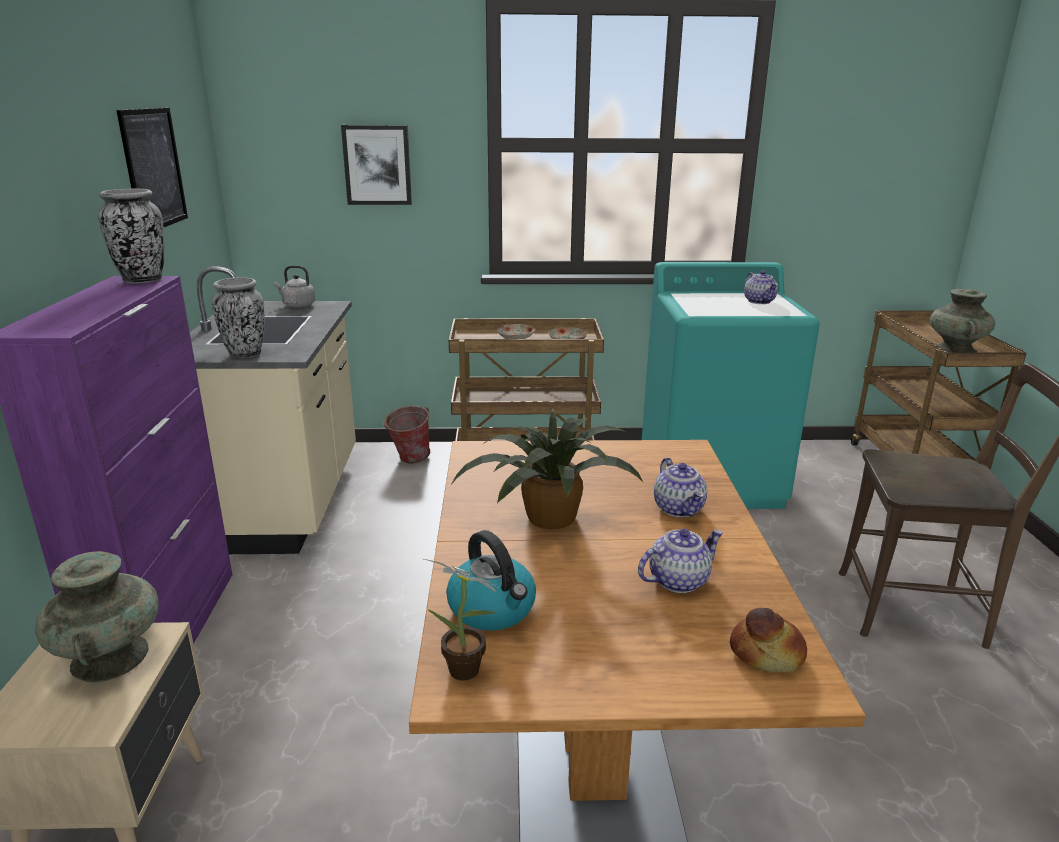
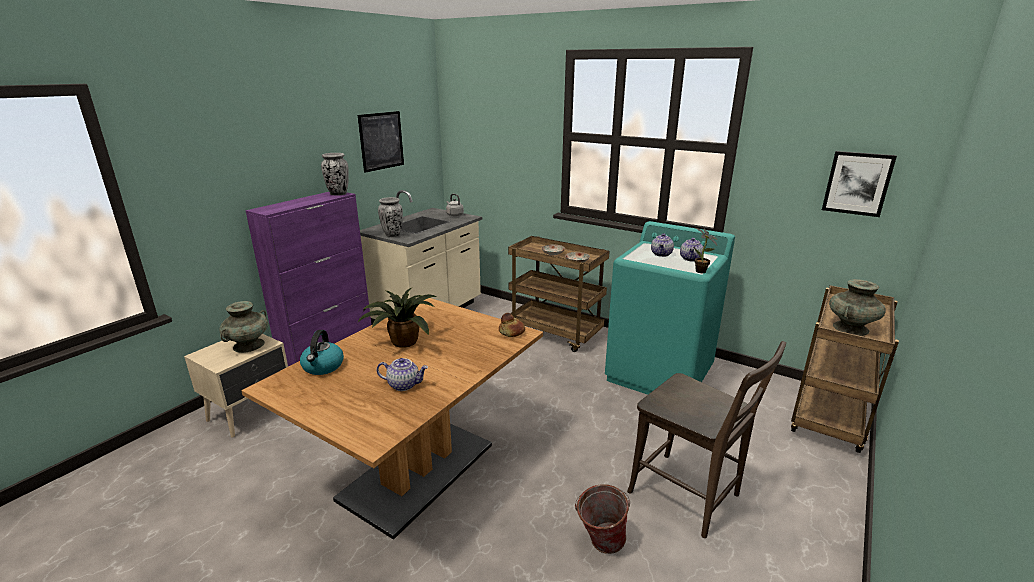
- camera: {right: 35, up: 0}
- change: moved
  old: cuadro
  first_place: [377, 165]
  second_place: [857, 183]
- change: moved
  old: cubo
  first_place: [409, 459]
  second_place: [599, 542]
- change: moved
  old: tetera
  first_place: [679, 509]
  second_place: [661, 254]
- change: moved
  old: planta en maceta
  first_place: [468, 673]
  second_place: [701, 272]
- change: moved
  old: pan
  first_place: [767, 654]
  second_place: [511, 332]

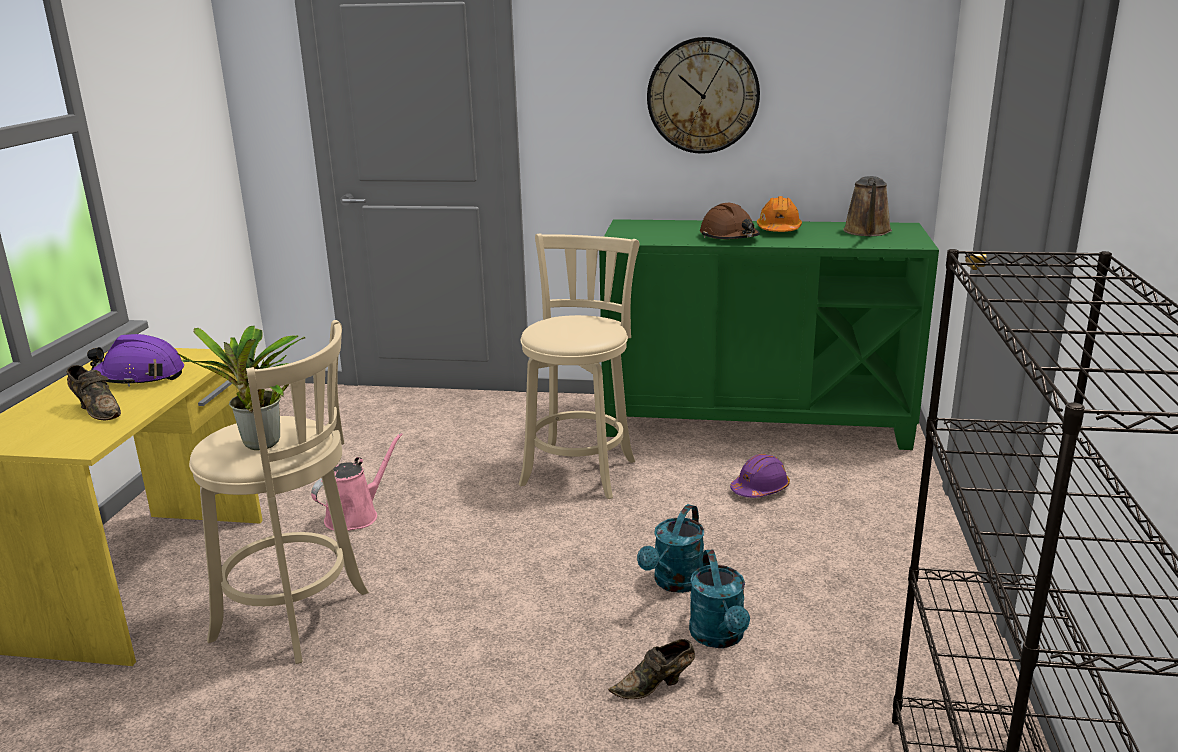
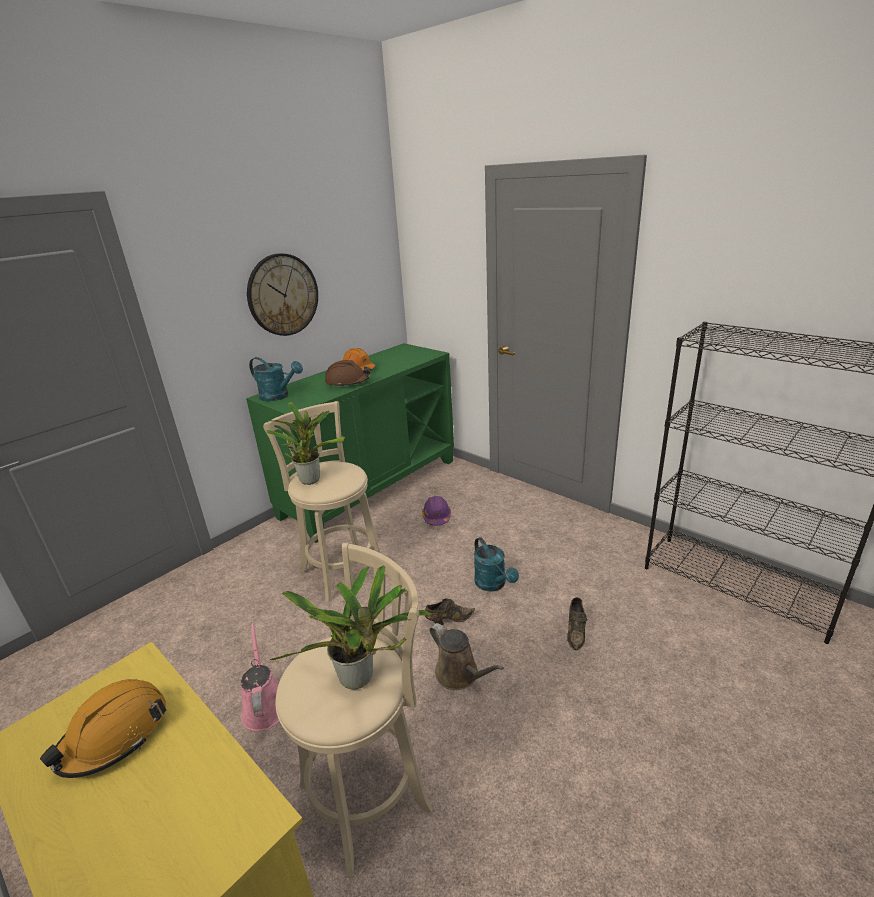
- camera: {right: -55, up: 5}
- change: moved
  old: regadera [marrón]
  first_place: [867, 232]
  second_place: [460, 675]
- change: recoloured
  old: casco [morado]
  new: casco [naranja]
  first_place: [140, 376]
  second_place: [114, 735]
- change: moved
  old: zapato [marrón]
  first_place: [97, 410]
  second_place: [448, 620]
- change: moved
  old: regadera [turquesa]
  first_place: [719, 637]
  second_place: [278, 396]
- change: added
  new: planta en maceta
  second_place: [310, 479]

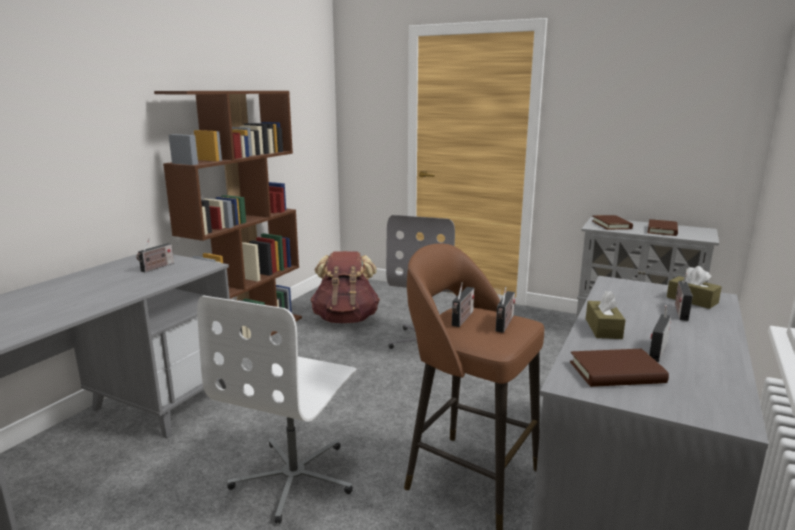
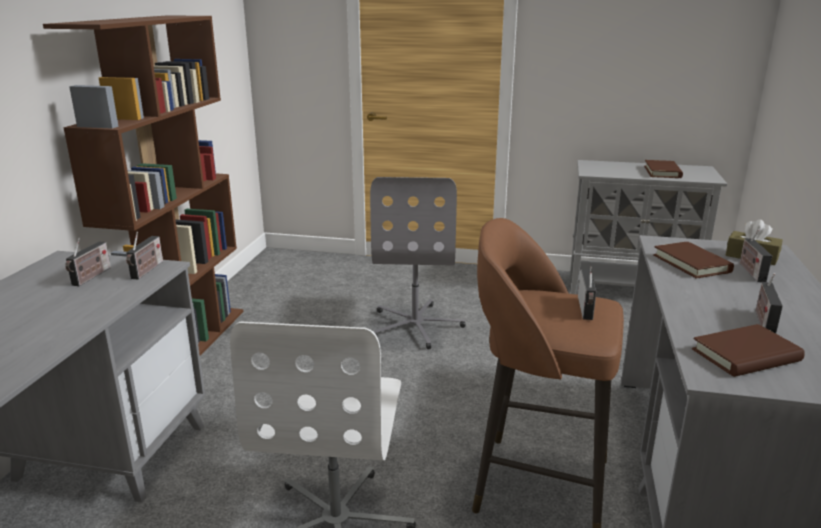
- camera: {right: -15, up: 5}
- change: moved
  old: libro [marrón]
  first_place: [611, 225]
  second_place: [691, 263]
- change: removed
  old: mochila [marrón]
  first_place: [346, 319]
- change: moved
  old: radio
  first_place: [462, 319]
  second_place: [146, 271]
- change: removed
  old: caja de pañuelos [marrón]
  first_place: [603, 328]

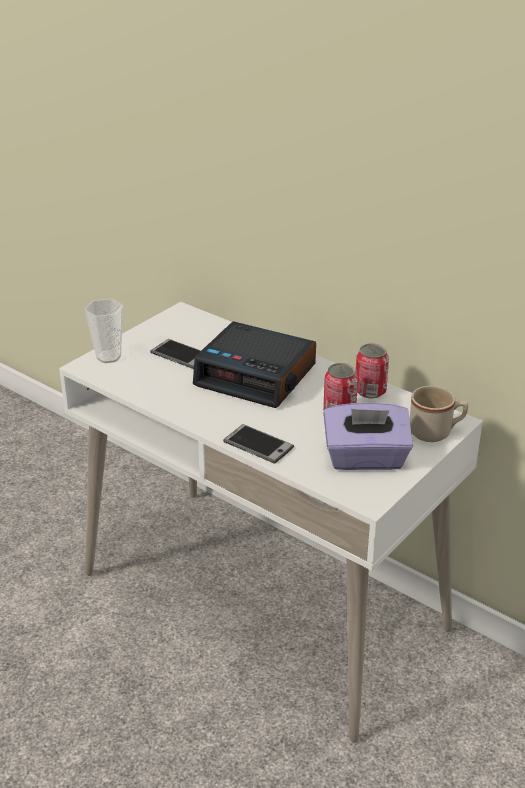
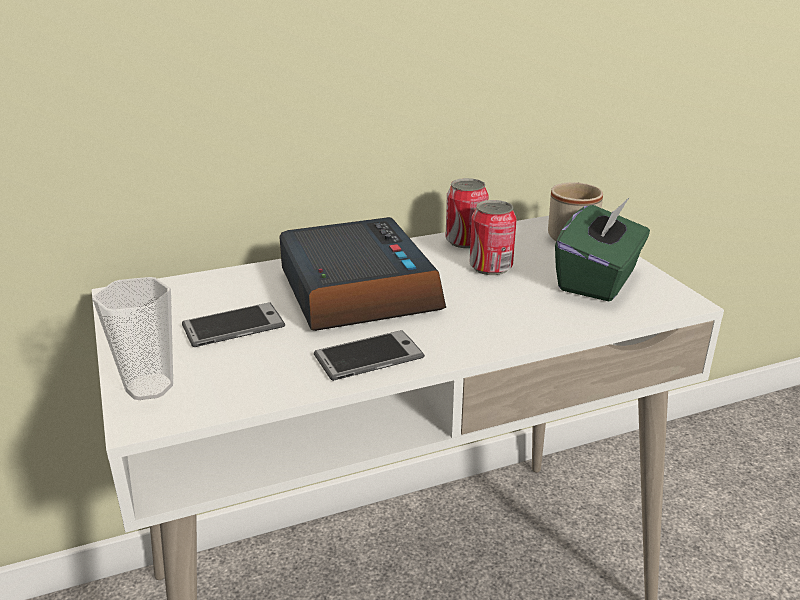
- camera: {right: -60, up: -5}
- change: turned
  old: despertador
  first_place: [257, 375]
  second_place: [356, 290]
  degrees: -75
- change: recoloured
  old: caja de pañuelos [morado]
  new: caja de pañuelos [verde]
  first_place: [365, 459]
  second_place: [599, 280]
- change: moved
  old: móvil
  first_place: [258, 445]
  second_place: [368, 357]

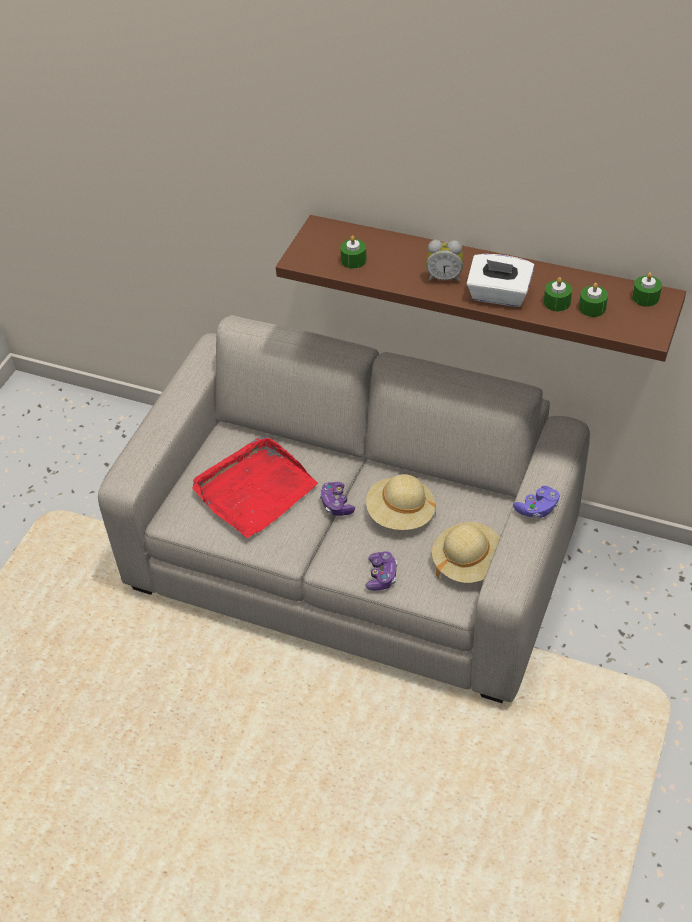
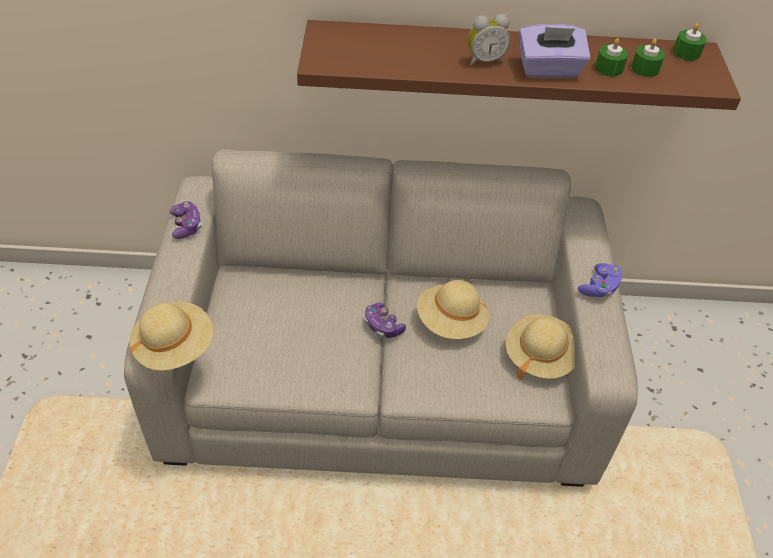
- camera: {right: -25, up: 0}
- change: removed
  old: vela [verde]
  first_place: [353, 260]
- change: recoloured
  old: caja de pañuelos [blanco]
  new: caja de pañuelos [morado]
  first_place: [498, 295]
  second_place: [549, 70]
- change: removed
  old: bandeja [rojo]
  first_place: [254, 490]
- change: moved
  old: mando de consola
  first_place: [381, 576]
  second_place: [186, 225]
- change: added
  new: sombrero [beis]
  second_place: [174, 347]

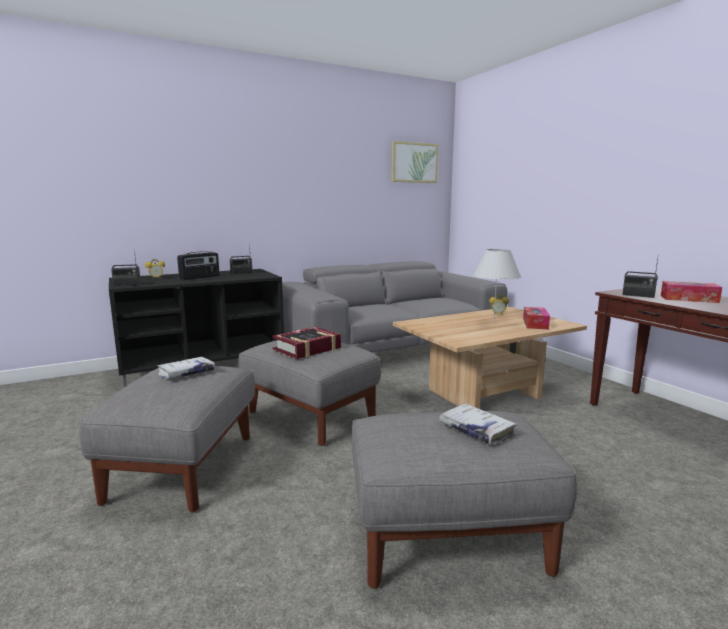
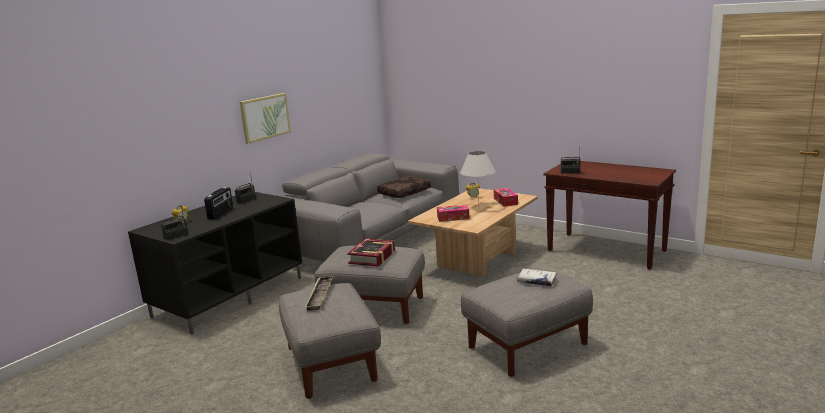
- camera: {right: -25, up: 5}
- change: moved
  old: cuadro
  first_place: [414, 162]
  second_place: [265, 117]
- change: moved
  old: caja de pañuelos
  first_place: [689, 299]
  second_place: [453, 218]
- change: replaced
  old: libro [blanco]
  new: bandeja
  first_place: [186, 373]
  second_place: [320, 296]
- change: added
  new: cojín [marrón]
  second_place: [404, 192]

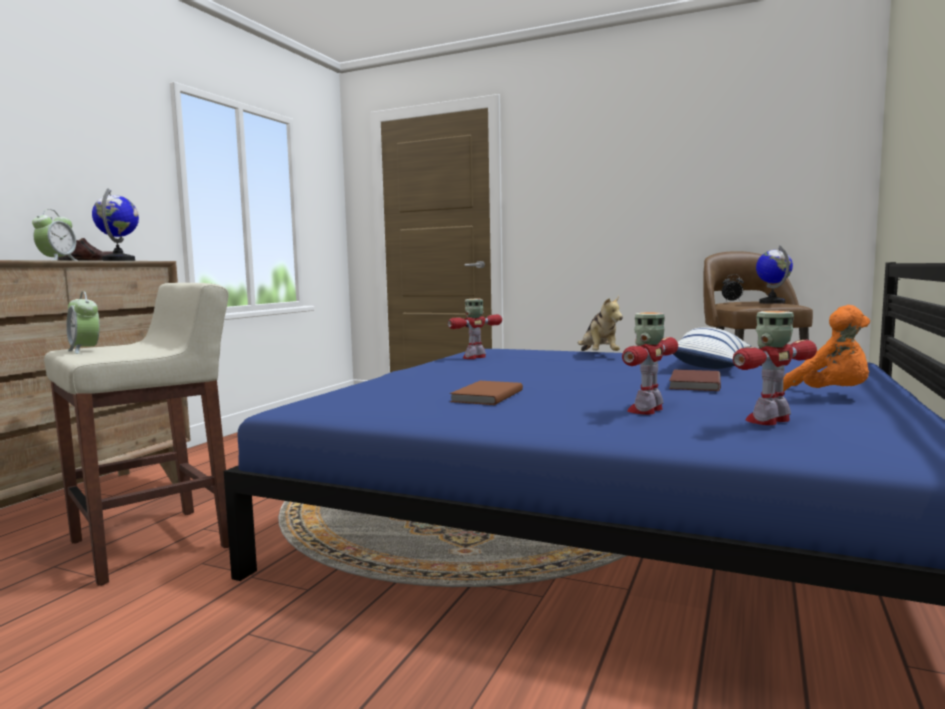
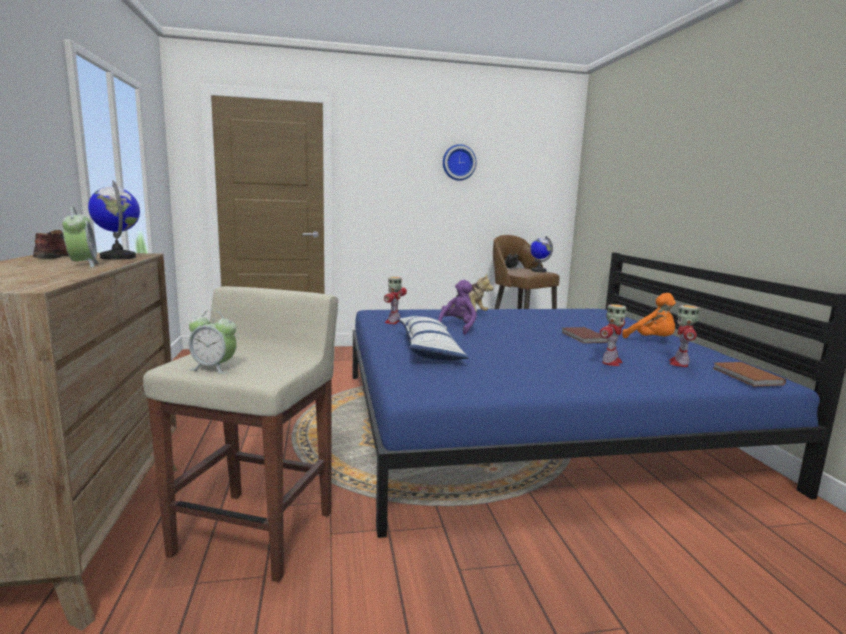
- camera: {right: -35, up: 5}
- change: turned
  old: peluche [naranja]
  first_place: [825, 397]
  second_place: [652, 340]
  degrees: 45
- change: turned
  old: robot de juguete
  first_place: [647, 410]
  second_place: [610, 362]
  degrees: -150
- change: moved
  old: cojín
  first_place: [710, 364]
  second_place: [429, 350]
- change: moved
  old: libro [marrón]
  first_place: [485, 396]
  second_place: [746, 376]
- change: added
  new: reloj de pared
  second_place: [458, 162]
- change: added
  new: peluche [morado]
  second_place: [458, 328]

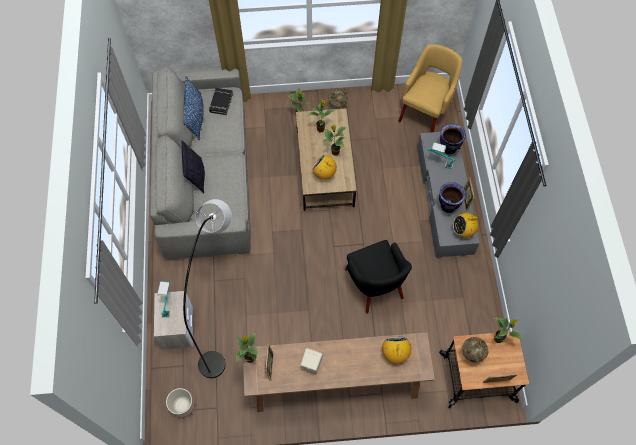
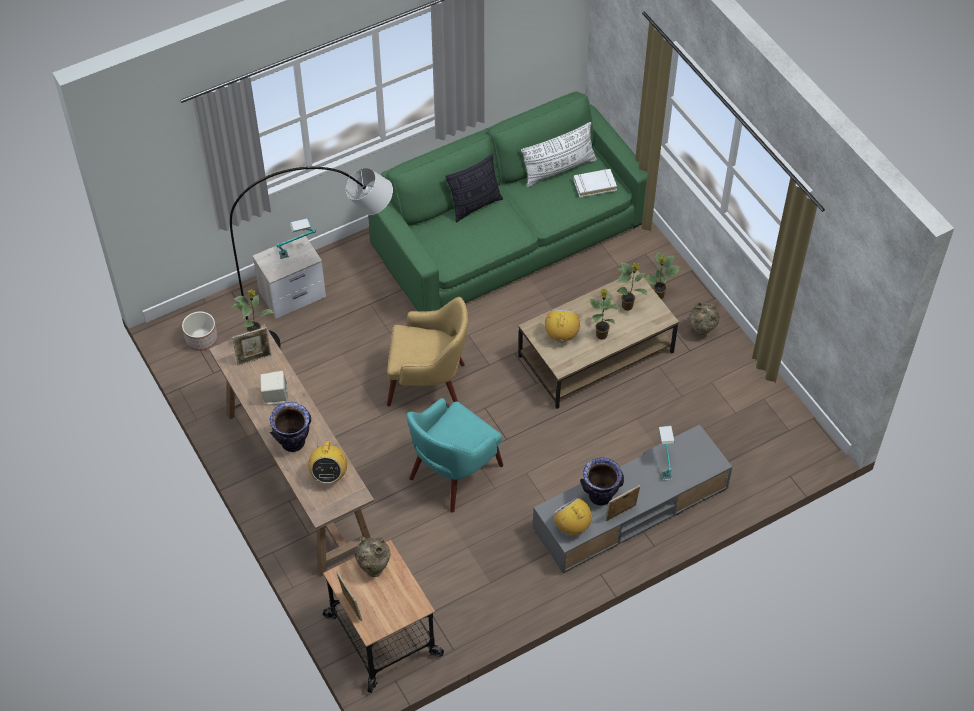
- camera: {right: 65, up: -10}
- change: moved
  old: sillón [amarillo]
  first_place: [426, 111]
  second_place: [429, 384]
- change: recoloured
  old: sofá [gris]
  new: sofá [verde]
  first_place: [206, 175]
  second_place: [508, 236]
- change: recoloured
  old: cojín [azul]
  new: cojín [blanco]
  first_place: [195, 116]
  second_place: [559, 169]
- change: recoloured
  old: libro [negro]
  new: libro [blanco]
  first_place: [221, 102]
  second_place: [594, 185]
- change: moved
  old: florero
  first_place: [449, 148]
  second_place: [293, 443]
- change: recoloured
  old: sillón [negro]
  new: sillón [turquesa]
  first_place: [374, 285]
  second_place: [453, 473]
- change: removed
  old: planta en maceta
  first_place: [499, 338]
- change: turned
  old: radio
  first_place: [395, 353]
  second_place: [329, 475]
  degrees: 120

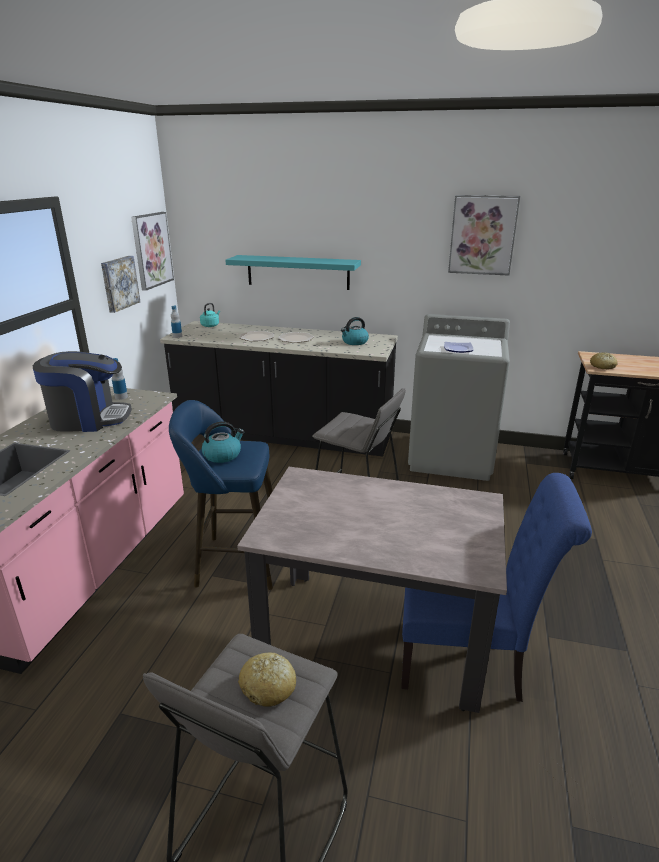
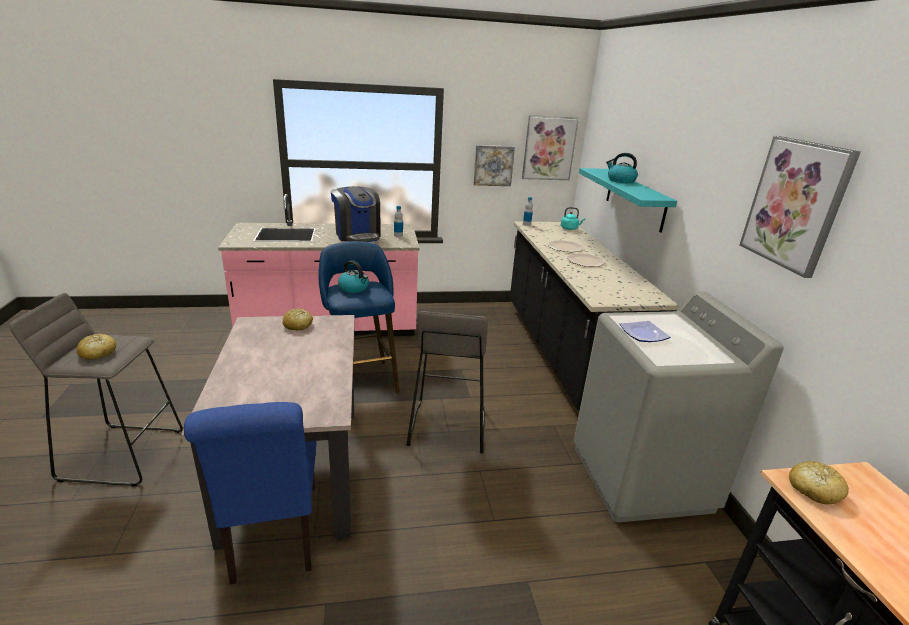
- camera: {right: 65, up: 0}
- change: moved
  old: hervidor
  first_place: [354, 342]
  second_place: [620, 180]
- change: added
  new: pan
  second_place: [298, 325]

